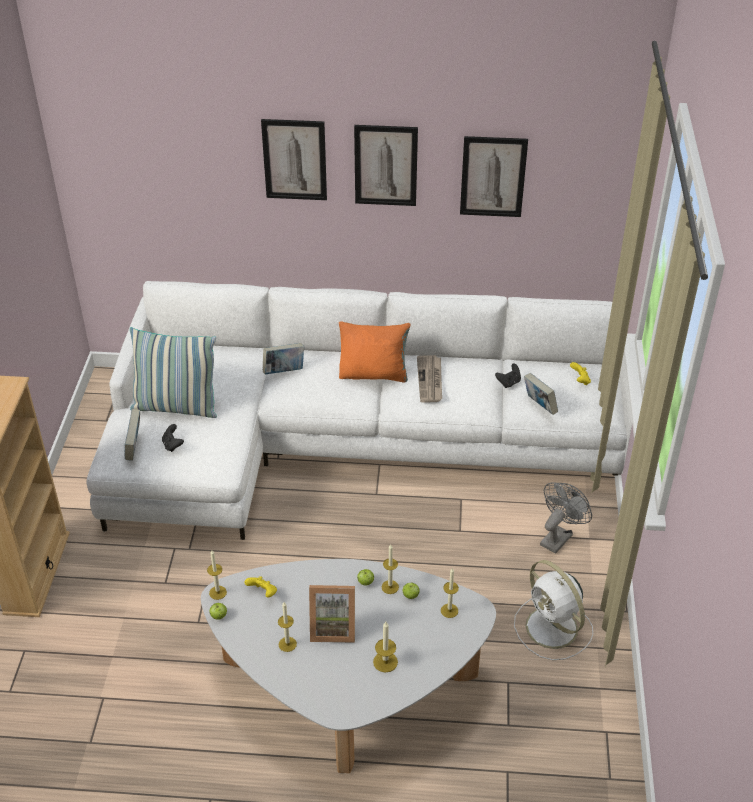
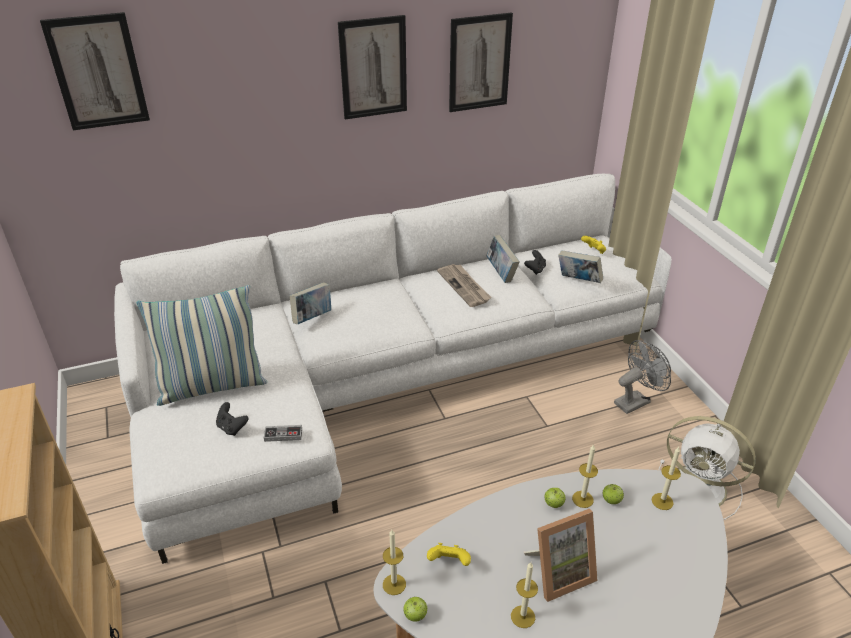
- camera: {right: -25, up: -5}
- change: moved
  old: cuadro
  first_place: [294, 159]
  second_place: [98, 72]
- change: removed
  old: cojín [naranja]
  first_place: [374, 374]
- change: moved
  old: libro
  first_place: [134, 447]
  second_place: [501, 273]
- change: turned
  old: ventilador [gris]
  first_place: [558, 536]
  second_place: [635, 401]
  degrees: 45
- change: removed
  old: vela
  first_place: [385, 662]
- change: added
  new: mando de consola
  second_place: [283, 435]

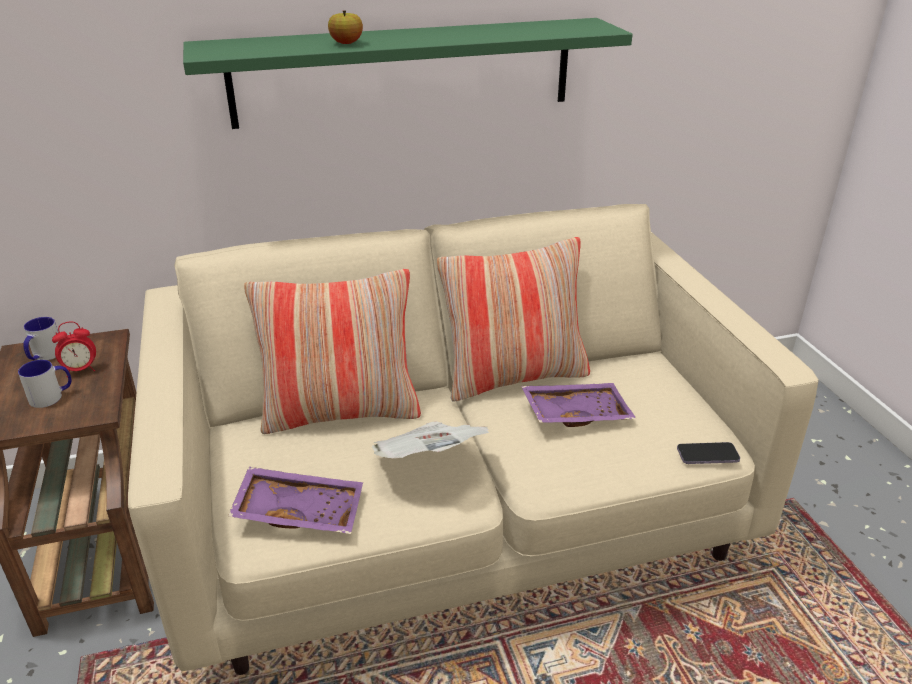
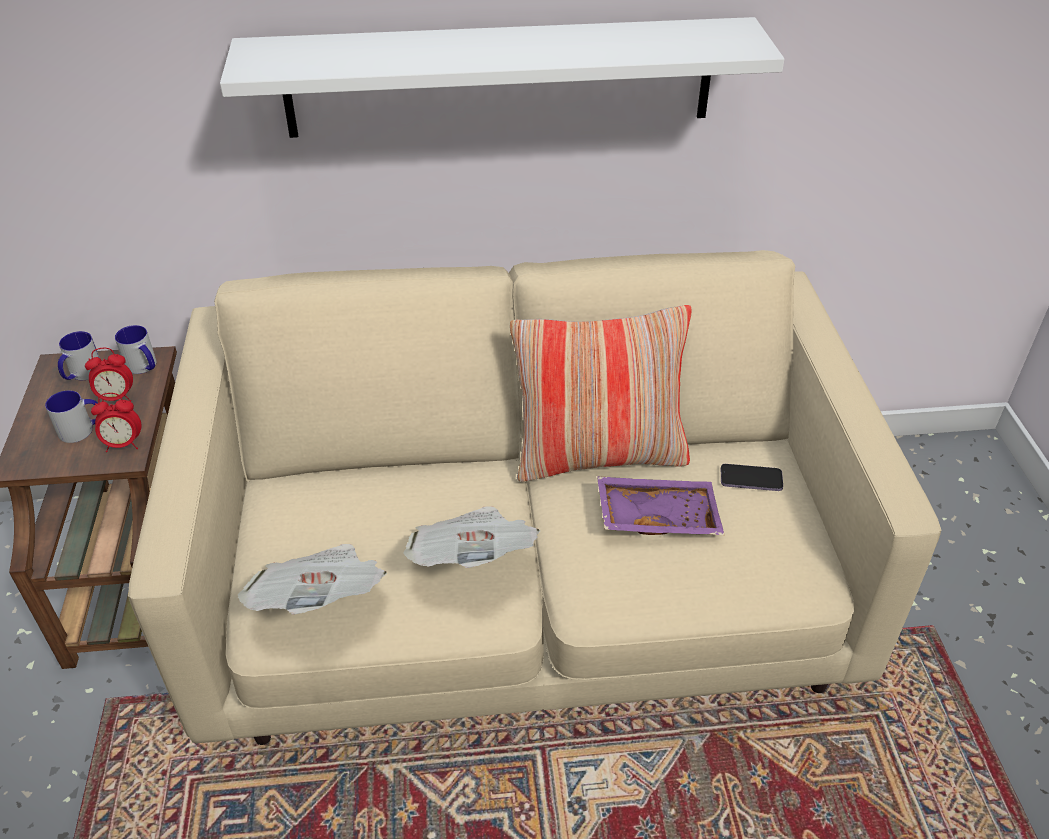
- camera: {right: 10, up: 10}
- change: removed
  old: manzana
  first_place: [346, 43]
- change: recoloured
  old: estante [verde]
  new: estante [blanco]
  first_place: [404, 72]
  second_place: [499, 78]
- change: removed
  old: cojín
  first_place: [341, 412]
- change: moved
  old: móvil
  first_place: [707, 455]
  second_place: [751, 479]
- change: replaced
  old: bandeja [morado]
  new: periódico
  first_place: [300, 510]
  second_place: [321, 601]
- change: added
  new: taza grande
  second_place: [144, 367]
- change: added
  new: despertador
  second_place: [123, 444]

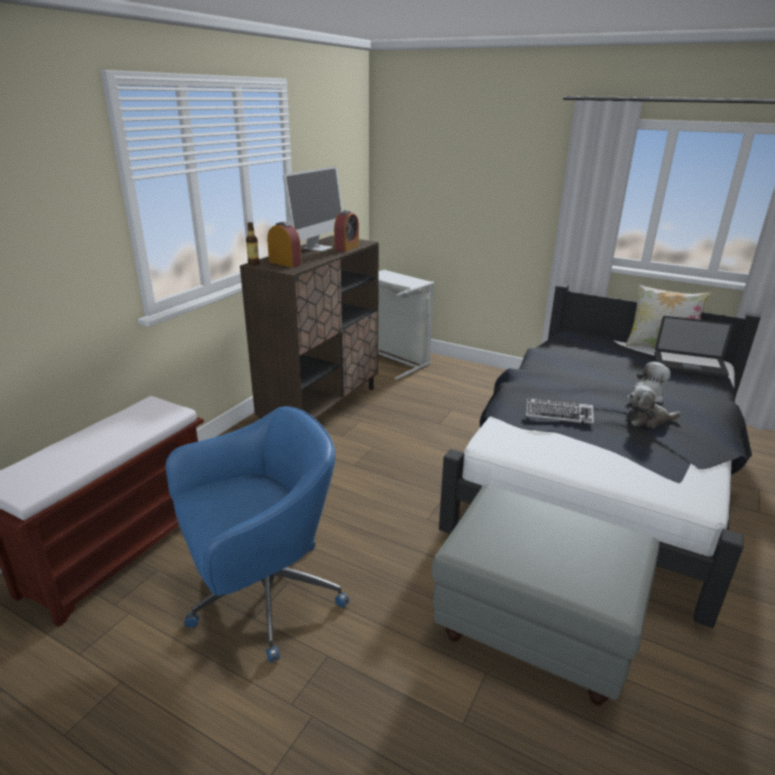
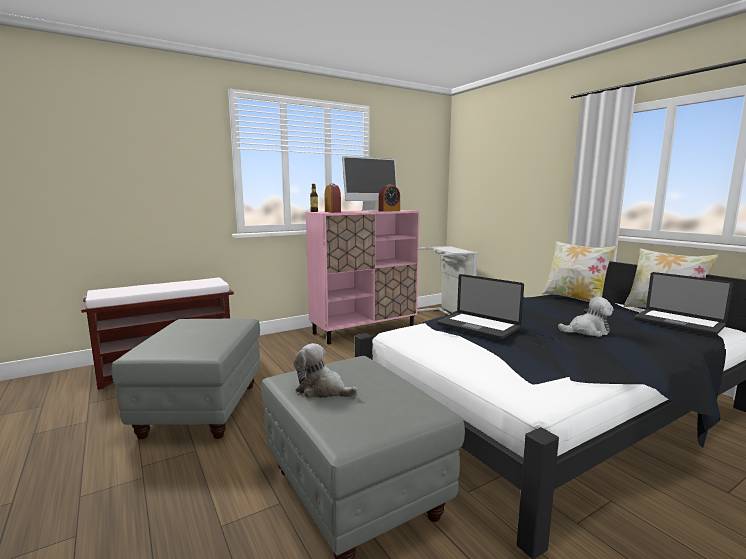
- camera: {right: 30, up: -15}
- change: recoloured
  old: armario [marrón]
  new: armario [rosa]
  first_place: [321, 408]
  second_place: [364, 330]
- change: moved
  old: peluche
  first_place: [647, 420]
  second_place: [322, 390]
- change: replaced
  old: teclado
  new: portátil
  first_place: [558, 415]
  second_place: [477, 327]
- change: replaced
  old: silla de oficina [azul]
  new: puf [gris]
  first_place: [263, 597]
  second_place: [203, 409]
- change: added
  new: cojín
  second_place: [574, 299]

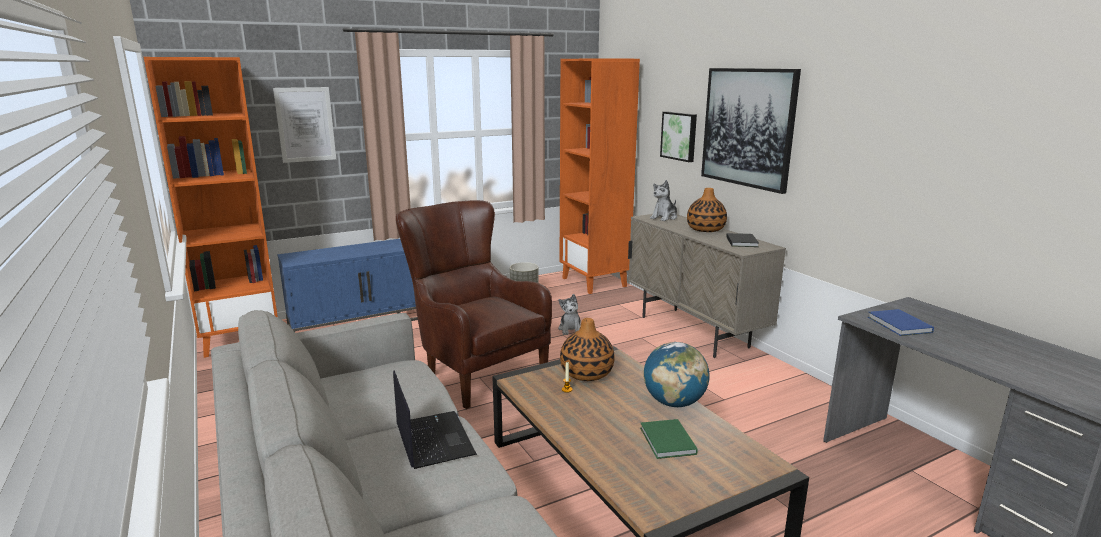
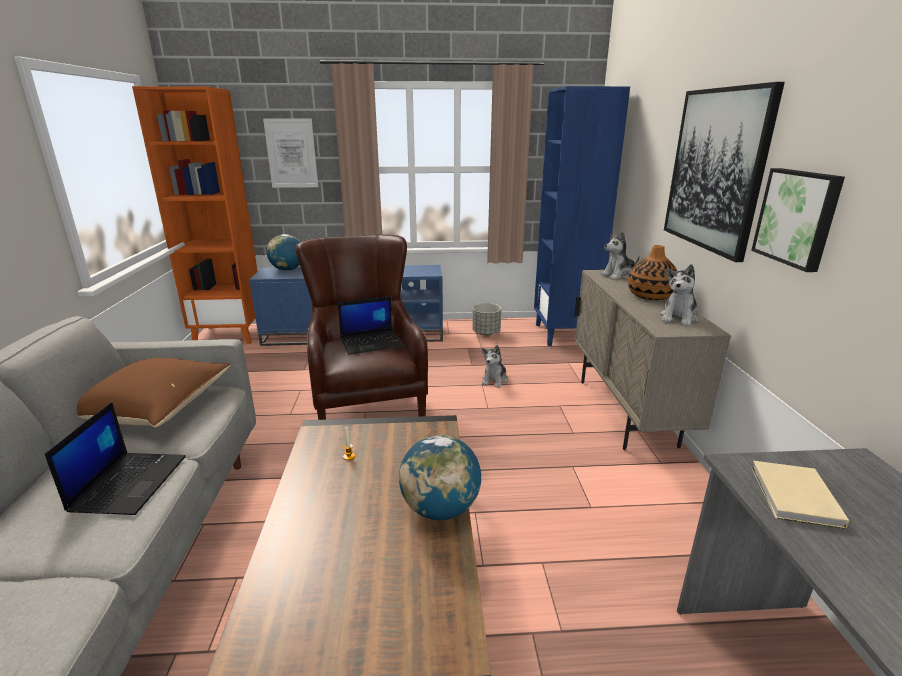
- camera: {right: 25, up: 5}
- change: recoloured
  old: estantería [naranja]
  new: estantería [azul]
  first_place: [594, 282]
  second_place: [564, 334]
- change: moved
  old: cuadro
  first_place: [679, 136]
  second_place: [798, 217]
- change: replaced
  old: libro [negro]
  new: peluche
  first_place: [742, 241]
  second_place: [678, 318]
- change: recoloured
  old: libro [azul]
  new: libro [beis]
  first_place: [899, 325]
  second_place: [794, 497]
- change: removed
  old: florero
  first_place: [587, 373]
- change: removed
  old: libro [verde]
  first_place: [667, 442]
- change: added
  new: globo terráqueo
  second_place: [287, 270]
- change: added
  new: portátil
  second_place: [372, 343]
- change: added
  new: cojín [marrón]
  second_place: [154, 410]

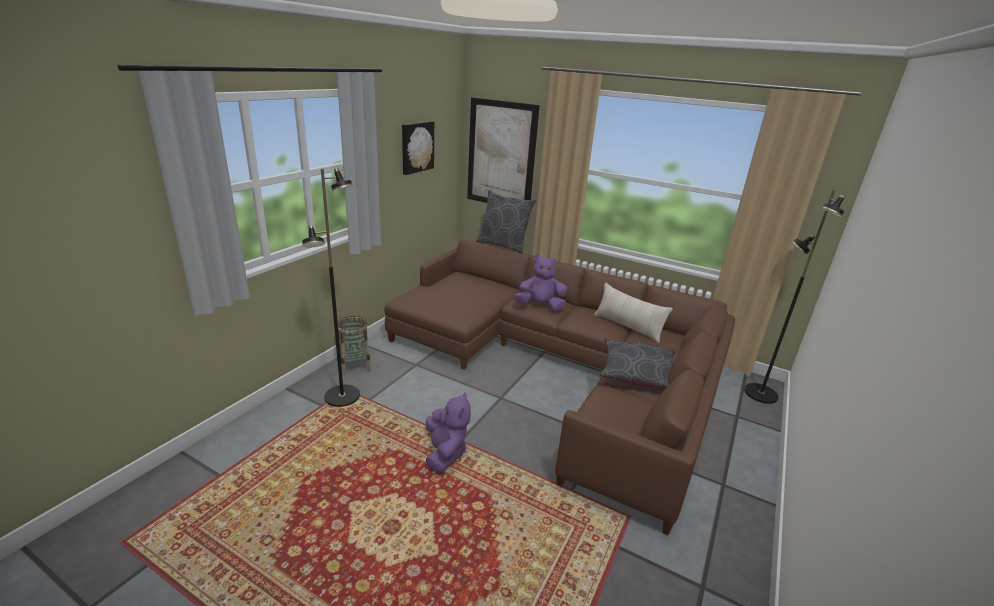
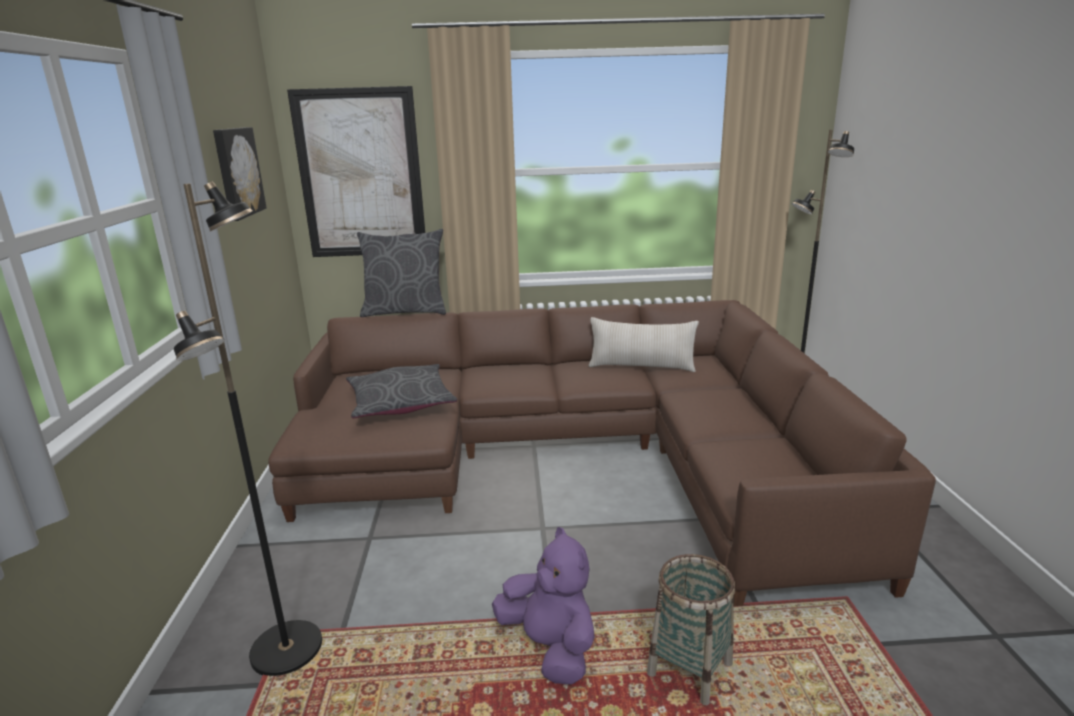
- camera: {right: -30, up: -5}
- change: removed
  old: peluche [morado]
  first_place: [540, 306]
- change: moved
  old: cesta
  first_place: [355, 365]
  second_place: [690, 669]
- change: moved
  old: cojín [gris]
  first_place: [637, 372]
  second_place: [400, 403]

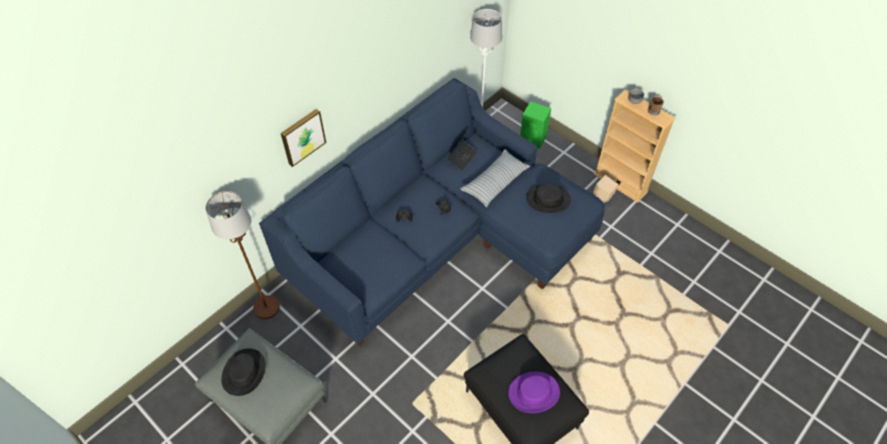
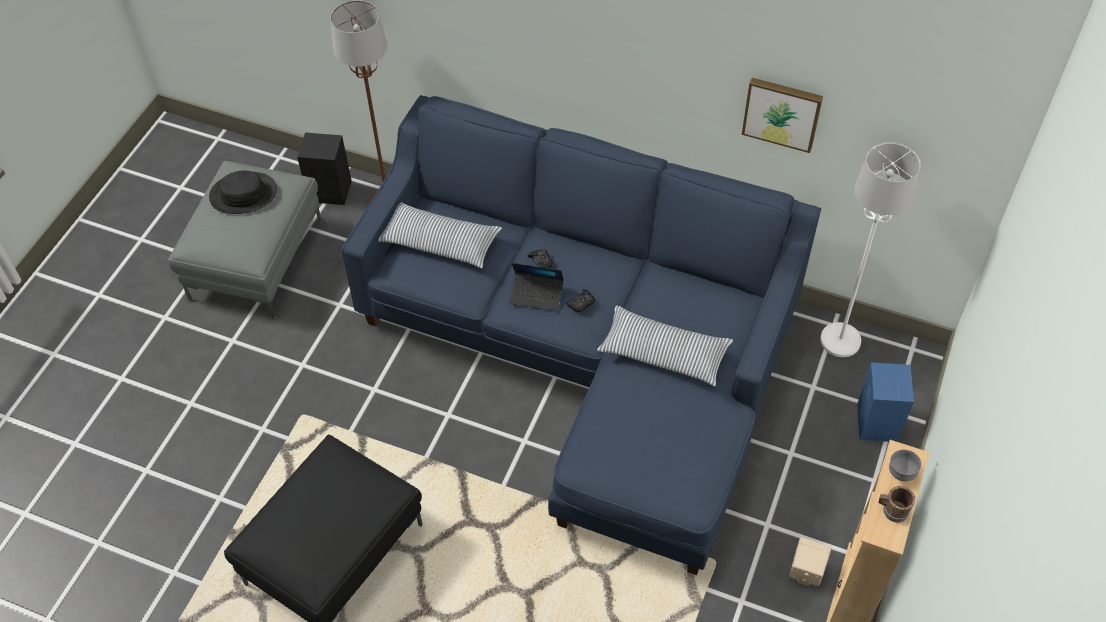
- camera: {right: 70, up: 0}
- change: recoloured
  old: altavoz [verde]
  new: altavoz [azul]
  first_place: [533, 139]
  second_place: [877, 424]
- change: moved
  old: cuadro
  first_place: [302, 136]
  second_place: [782, 112]
- change: moved
  old: portátil
  first_place: [462, 157]
  second_place: [536, 295]
- change: removed
  old: sombrero [negro]
  first_place: [548, 199]
- change: removed
  old: sombrero [morado]
  first_place: [534, 393]
- change: added
  new: altavoz [negro]
  second_place: [331, 191]
- change: added
  new: cojín
  second_place: [439, 242]

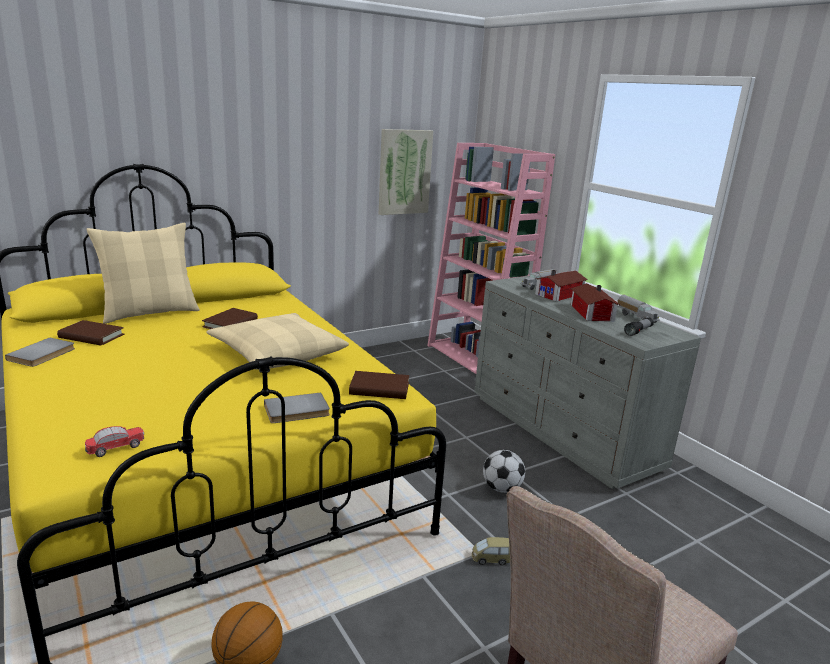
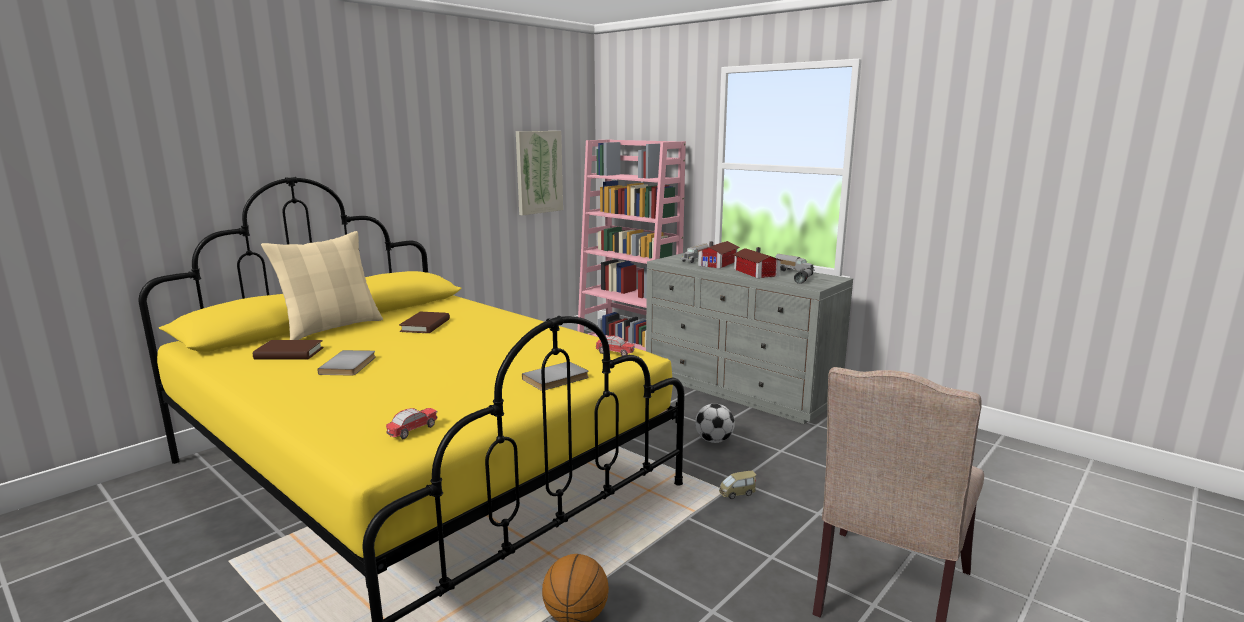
- camera: {right: -15, up: -5}
- change: removed
  old: cojín [beis]
  first_place: [277, 353]
- change: moved
  old: libro [gris]
  first_place: [43, 354]
  second_place: [350, 365]
- change: replaced
  old: libro [marrón]
  new: coche de juguete
  first_place: [379, 389]
  second_place: [614, 353]

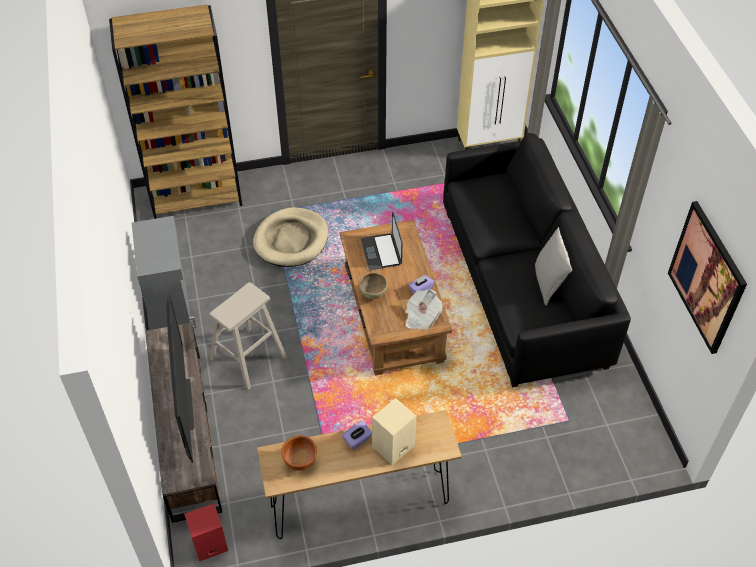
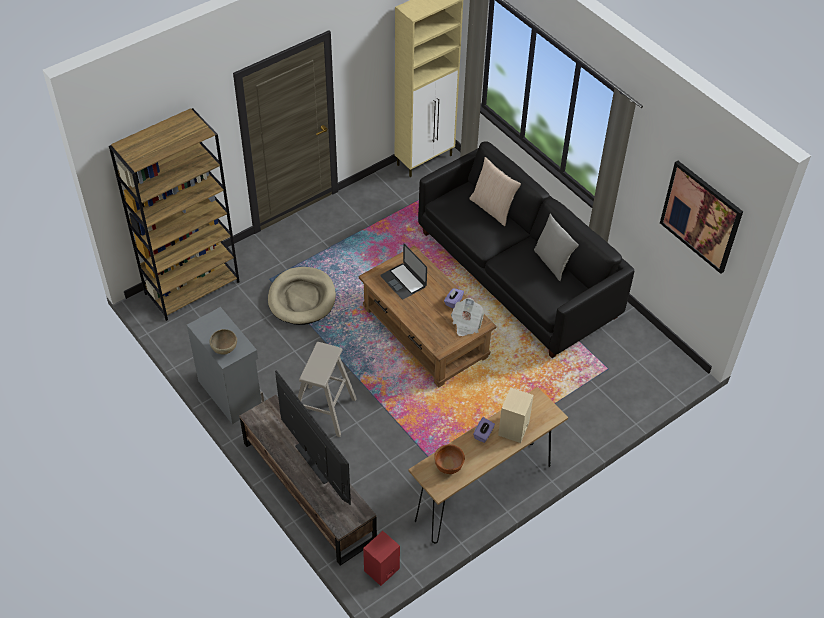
- camera: {right: -25, up: 0}
- change: moved
  old: cuenco [marrón]
  first_place: [373, 294]
  second_place: [225, 349]
- change: added
  new: cojín [beis]
  second_place: [493, 208]

